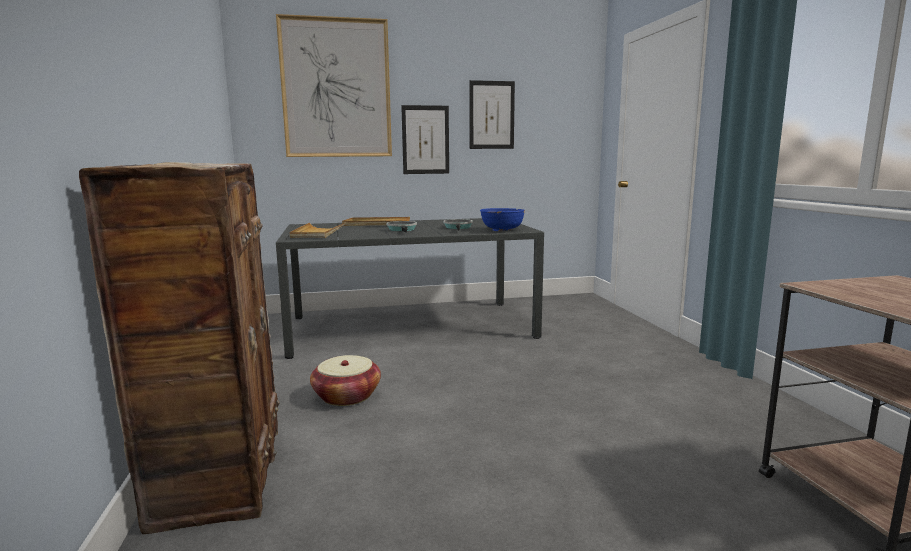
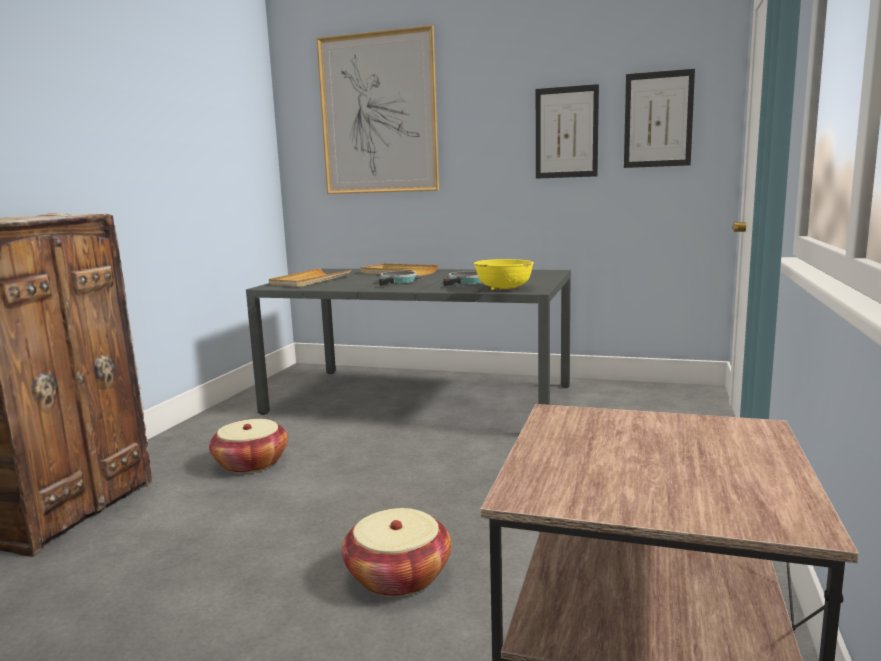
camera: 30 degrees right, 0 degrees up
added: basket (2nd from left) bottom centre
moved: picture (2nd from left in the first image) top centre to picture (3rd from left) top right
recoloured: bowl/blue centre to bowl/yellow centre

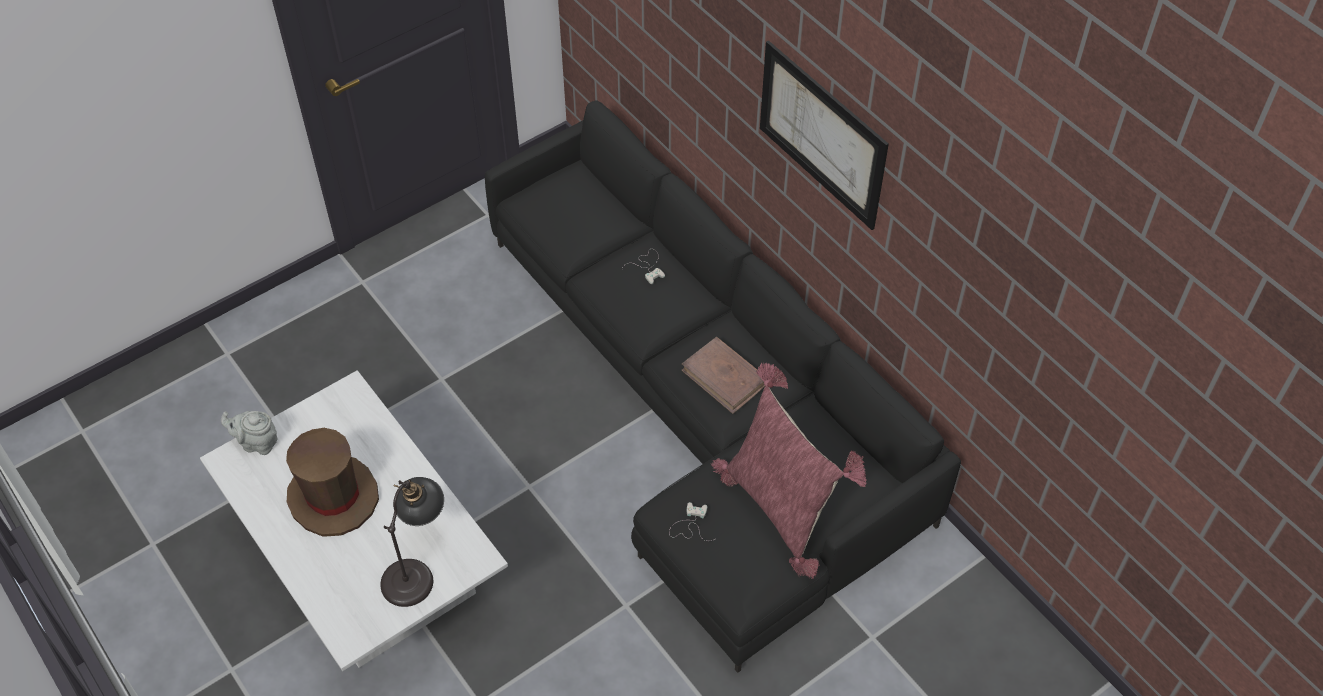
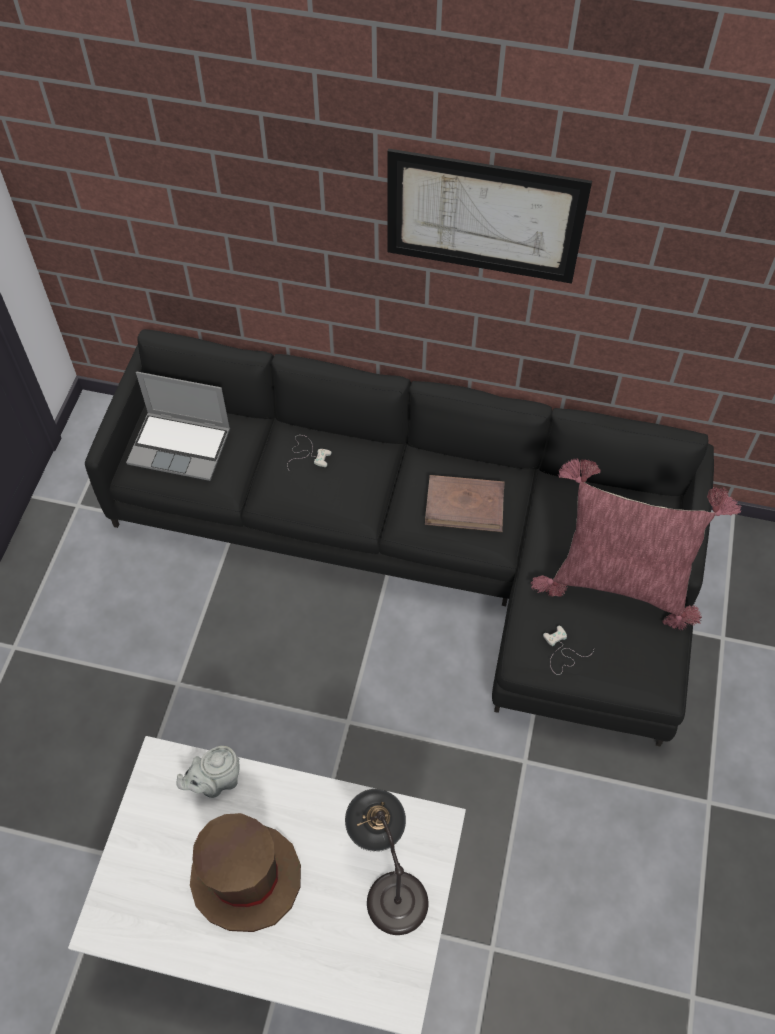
camera: 40 degrees left, 5 degrees up
added: laptop middle left
moved: teapot/grey middle left to bottom left

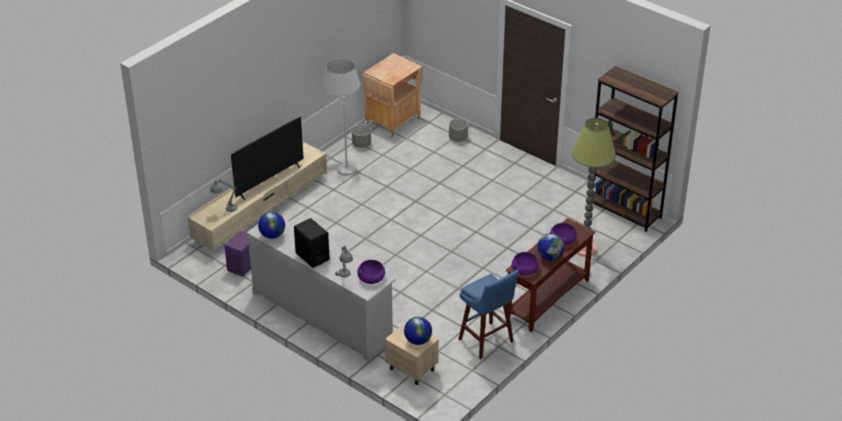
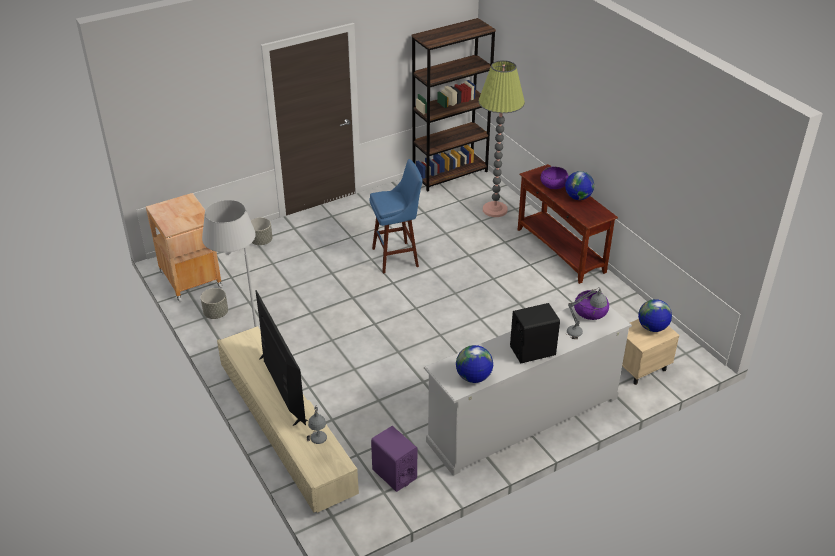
camera: 70 degrees left, 0 degrees up
removed: bowl/purple (2nd from left) centre
moved: stool/blue bottom centre to centre

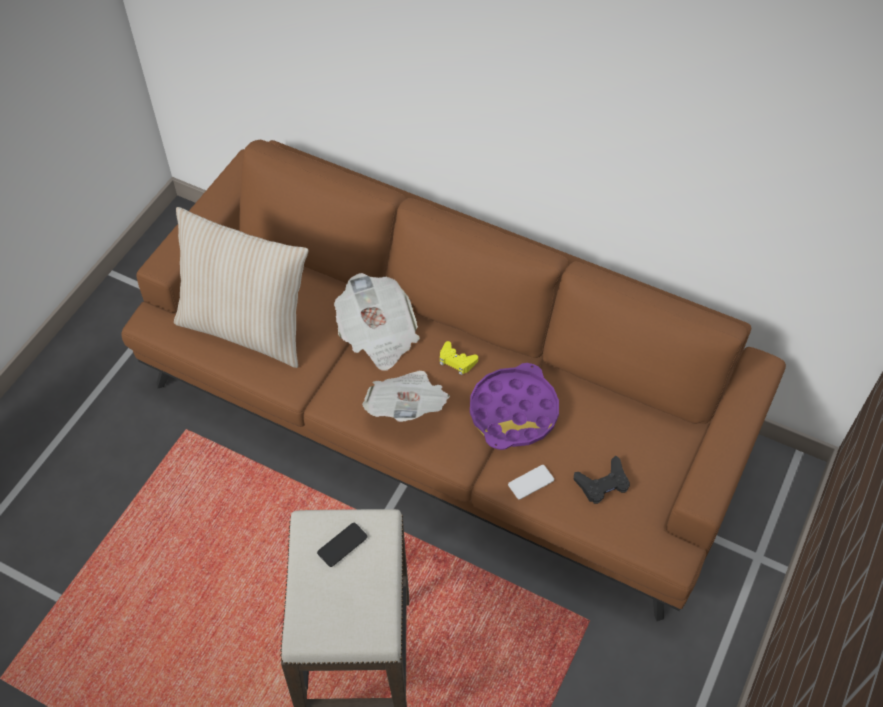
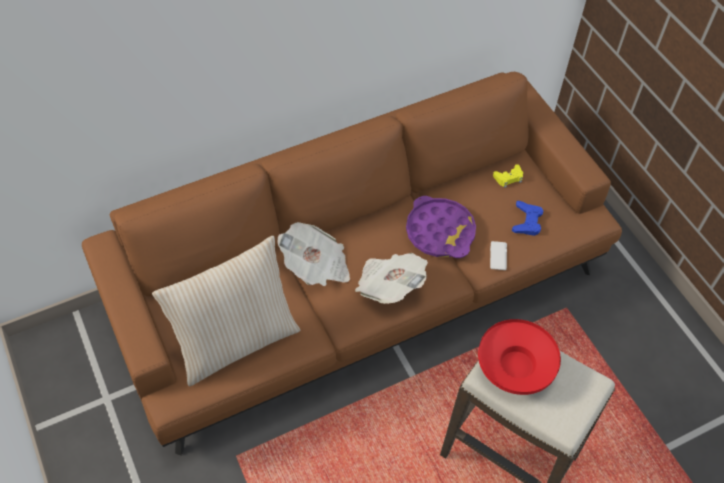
camera: 55 degrees left, 0 degrees up
moved: game controller/yellow centre to middle right
replaced: phone (1st from left) bottom centre to bowl/red bottom right
recoloured: game controller/black bottom right to game controller/blue middle right

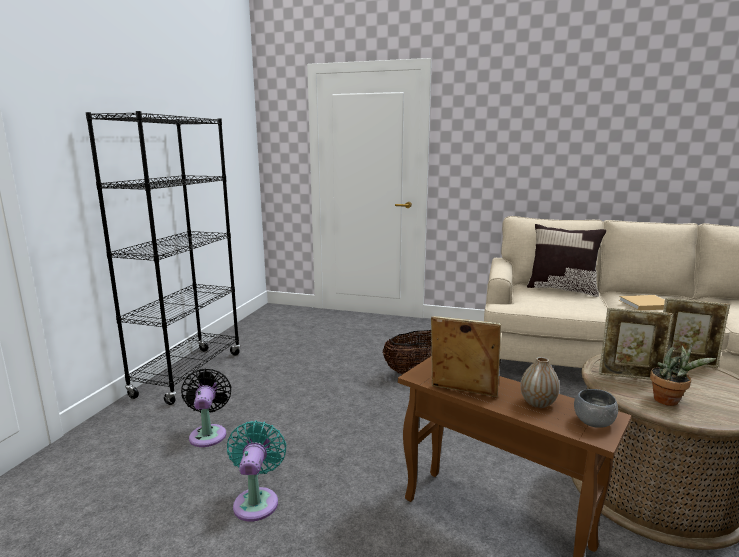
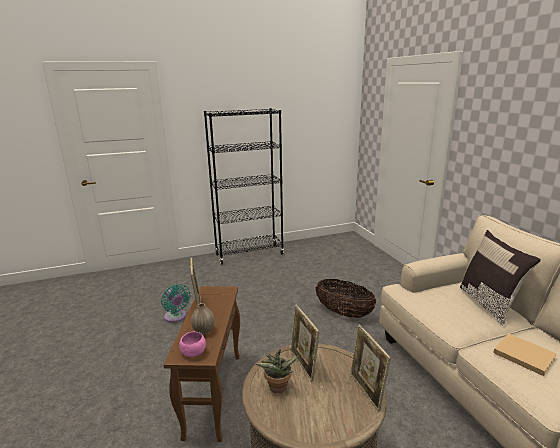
camera: 55 degrees right, 5 degrees up
removed: fan/black bottom left
recoloured: bowl/grey bottom right to bowl/pink bottom centre
turned: fan/turquoise bottom centre = bottom left 90 degrees clockwise

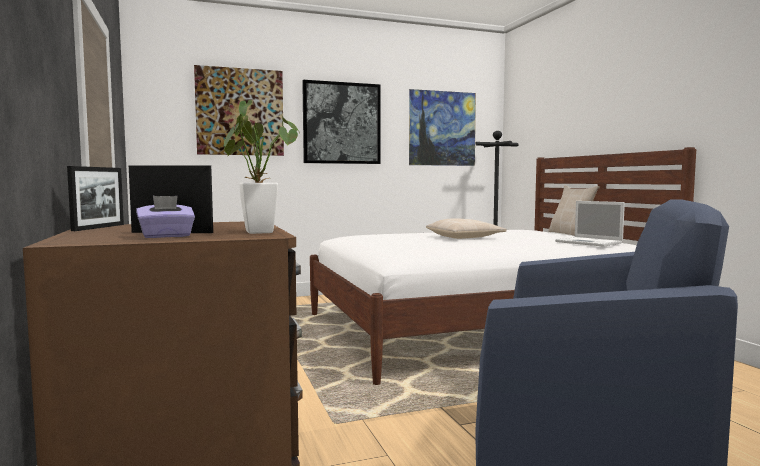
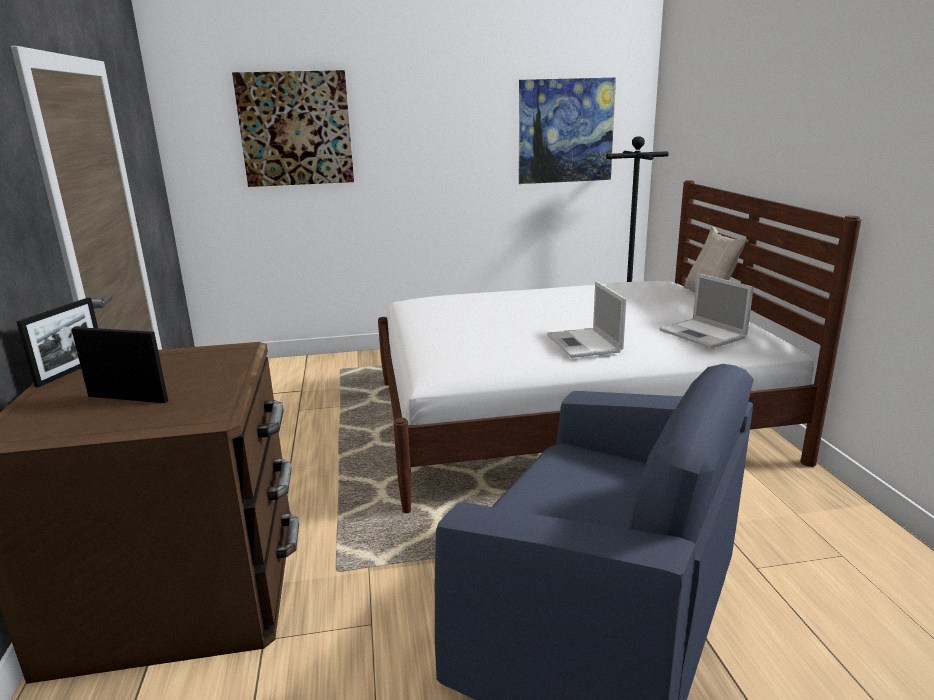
camera: 10 degrees right, 15 degrees up
removed: tissue box/purple middle left; potted plant centre; picture (2nd from left) top centre; pillow/beige (1st from left) centre
added: laptop (1st from left) centre

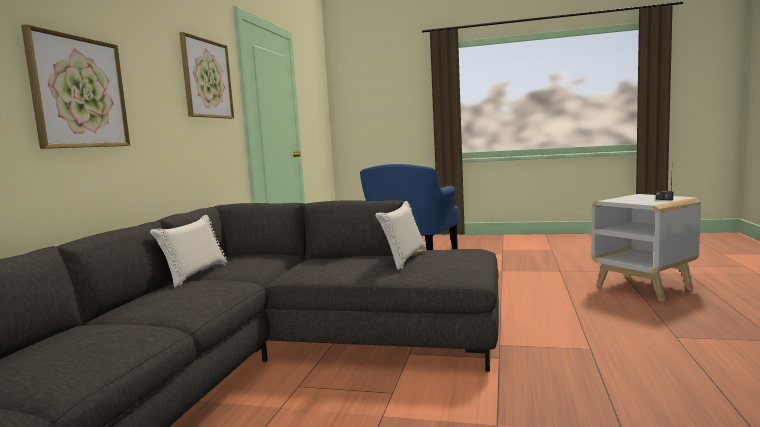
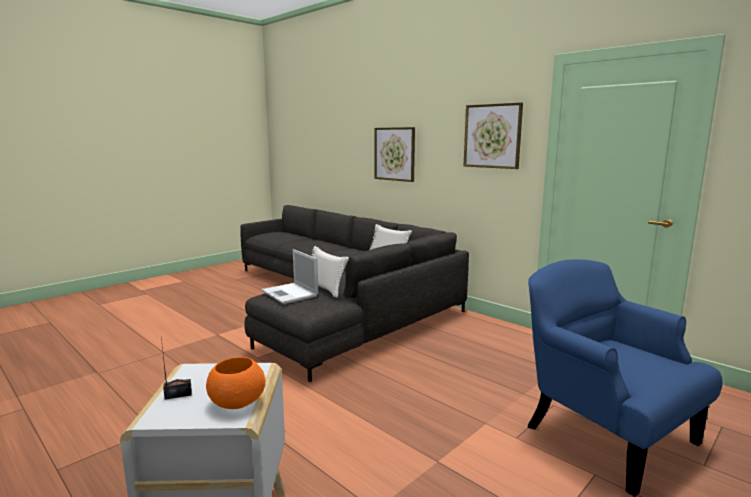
camera: 120 degrees right, 5 degrees up
added: bowl/orange bottom left; laptop centre

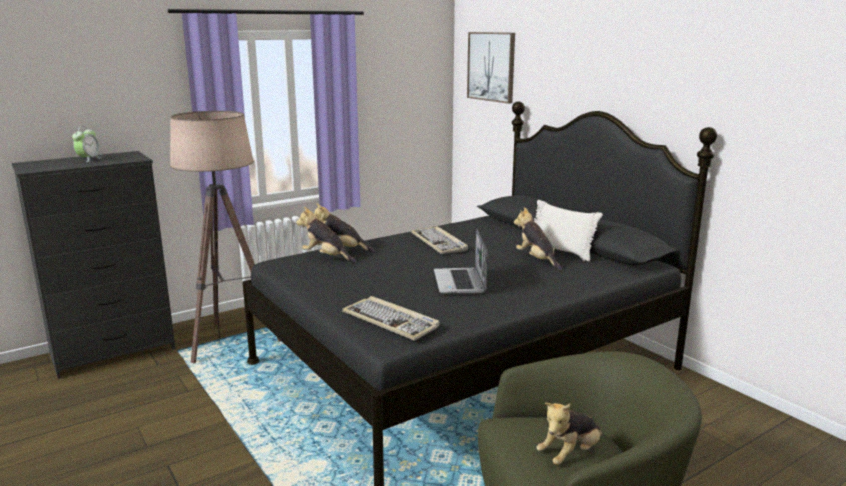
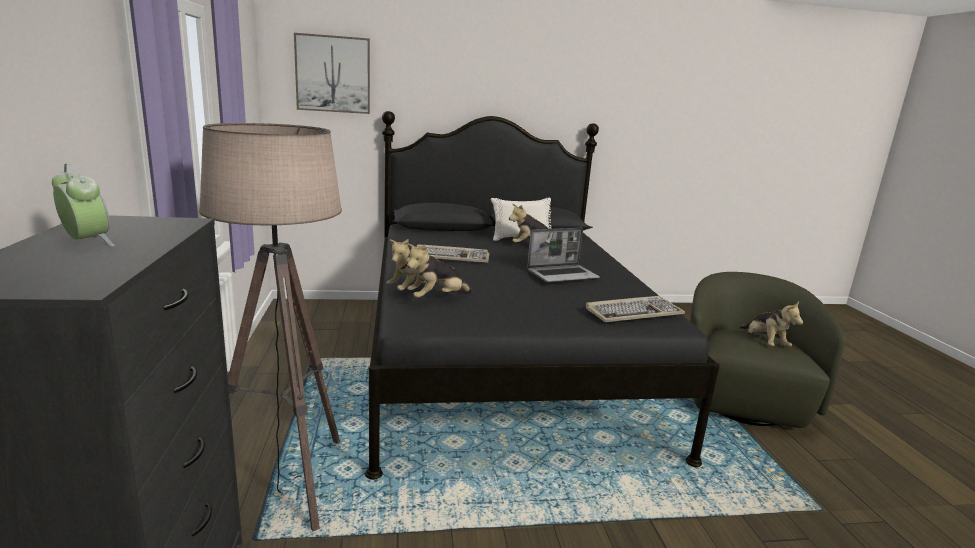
camera: 65 degrees left, 0 degrees up
turned: laptop centre = centre 45 degrees counterclockwise

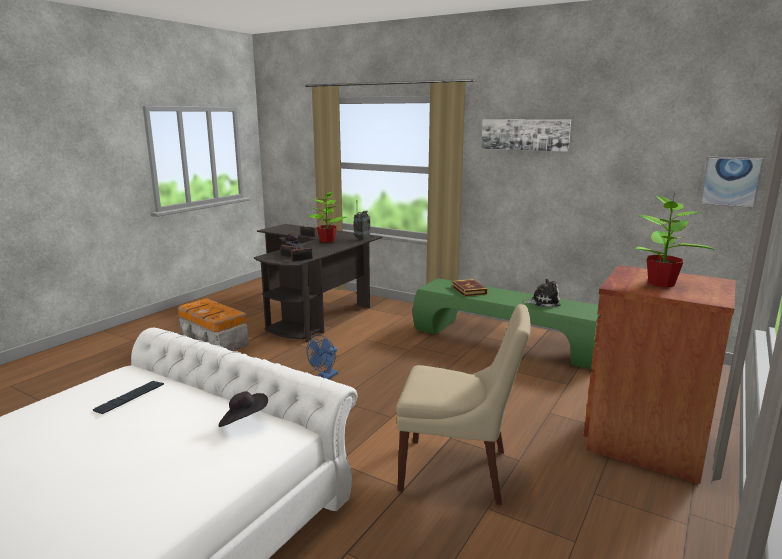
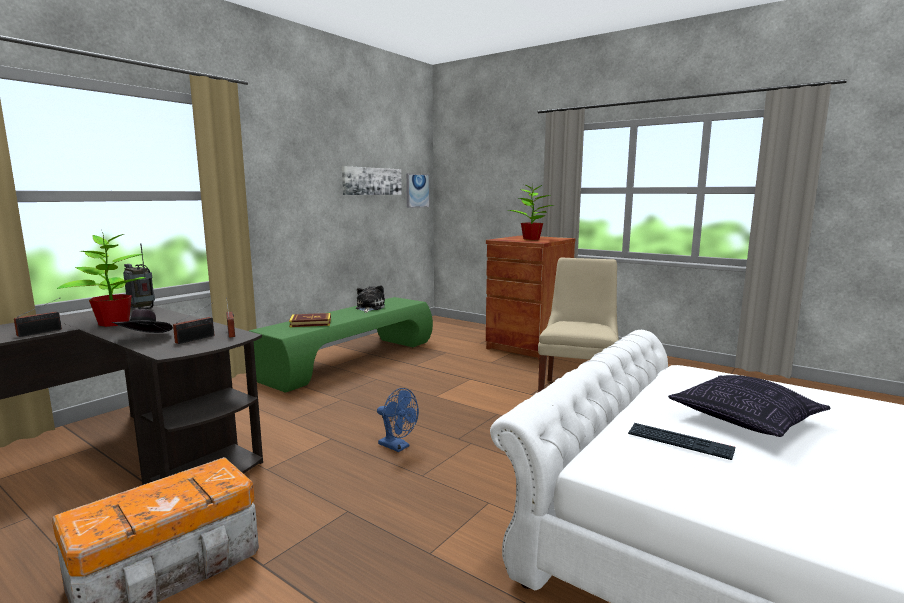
camera: 85 degrees left, 5 degrees down
removed: hat/black (1st from left) bottom left
added: pillow bottom right
moved: picture (1st from left) top right to top centre

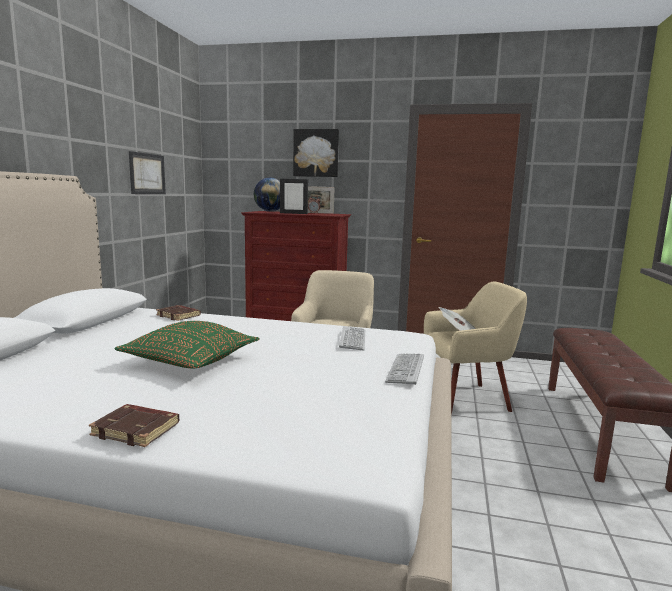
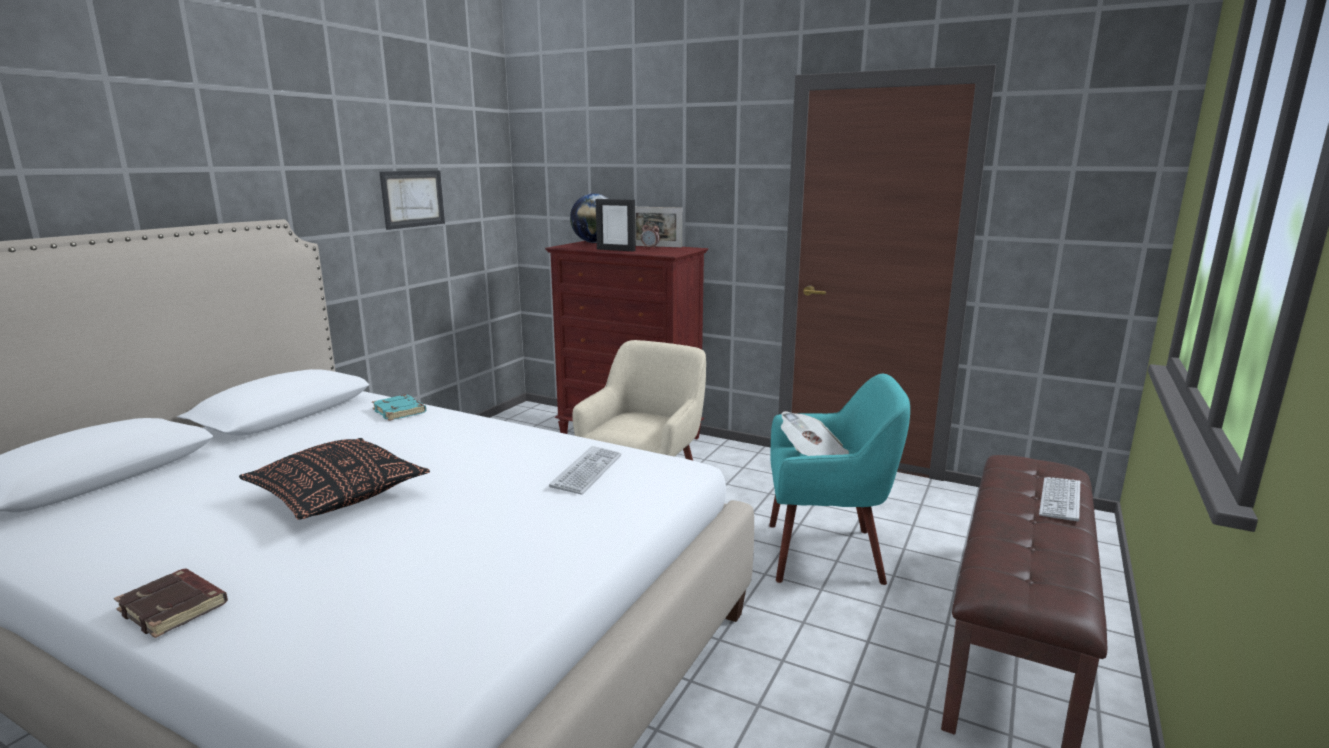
camera: 15 degrees right, 5 degrees up
removed: picture (2nd from left) top centre
moved: keyboard (2nd from left) centre to bottom right
recoloured: pillow/green middle left to pillow/black middle left; book/brown (2nd from left) middle left to book/turquoise middle left; armchair/beige (2nd from left) middle right to armchair/turquoise centre

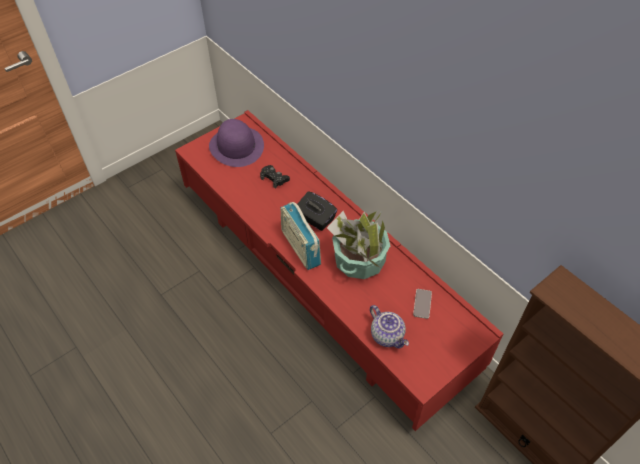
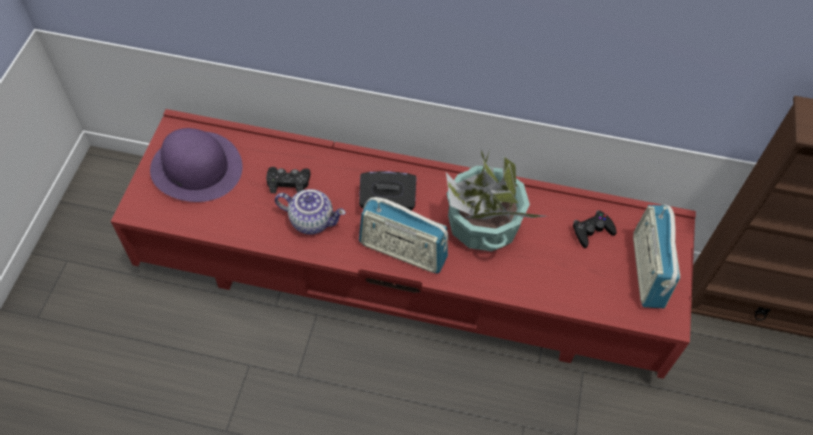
camera: 40 degrees left, 5 degrees up
added: radio (2nd from left) middle right
moved: teapot bottom centre to centre
replaced: phone centre to game controller/black (2nd from left) middle right

